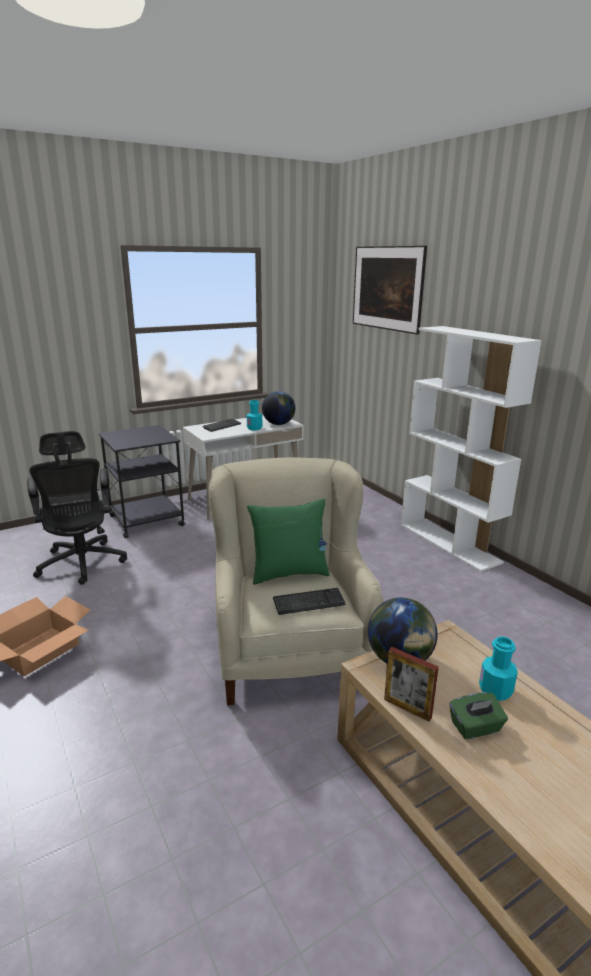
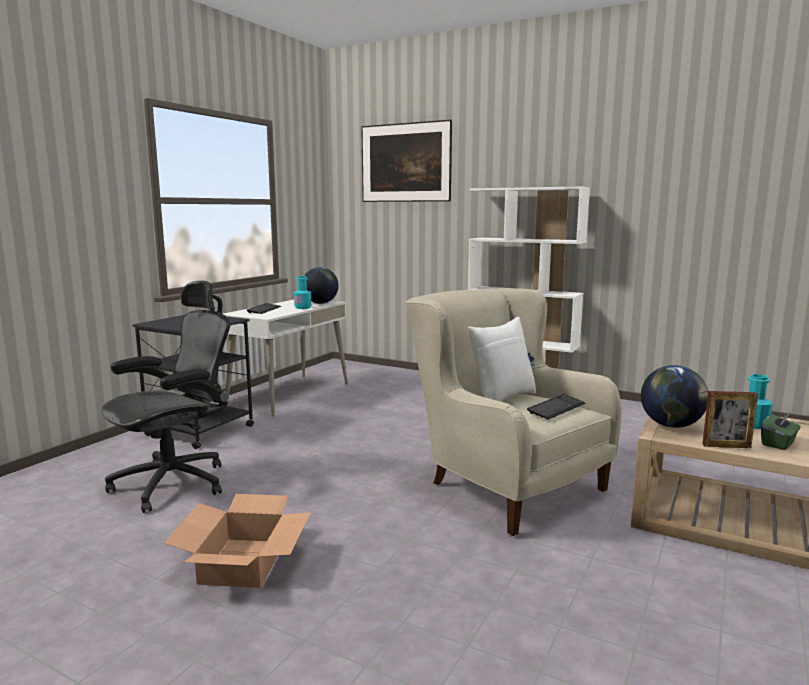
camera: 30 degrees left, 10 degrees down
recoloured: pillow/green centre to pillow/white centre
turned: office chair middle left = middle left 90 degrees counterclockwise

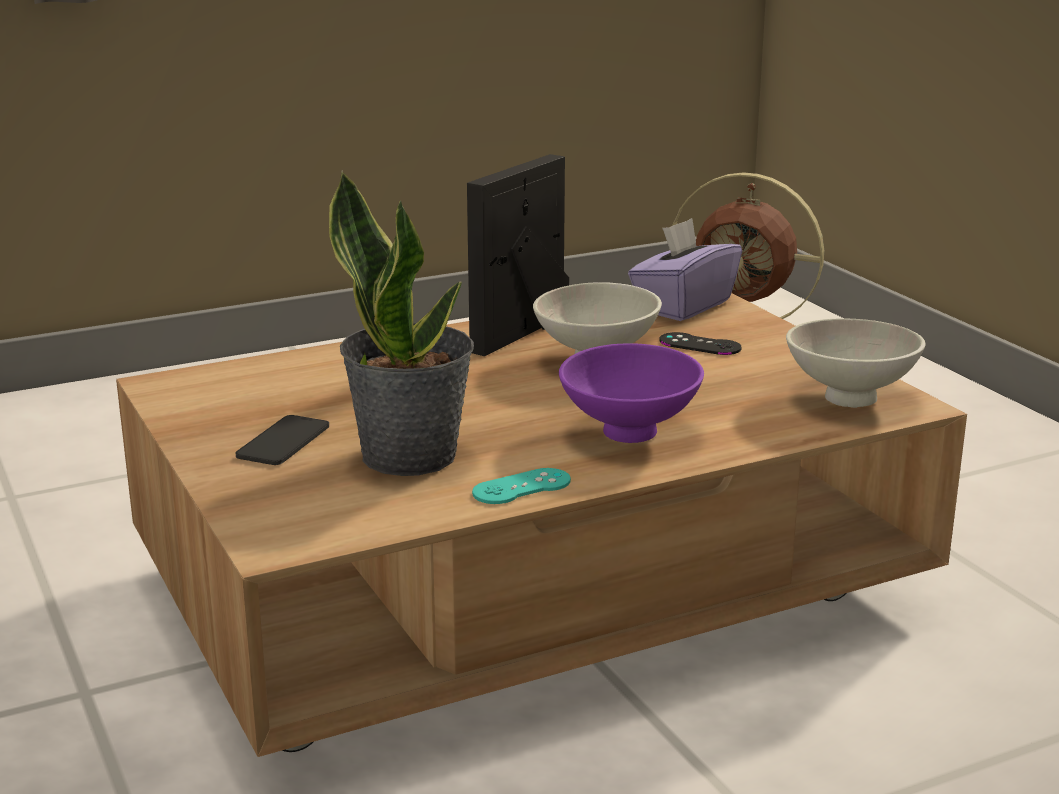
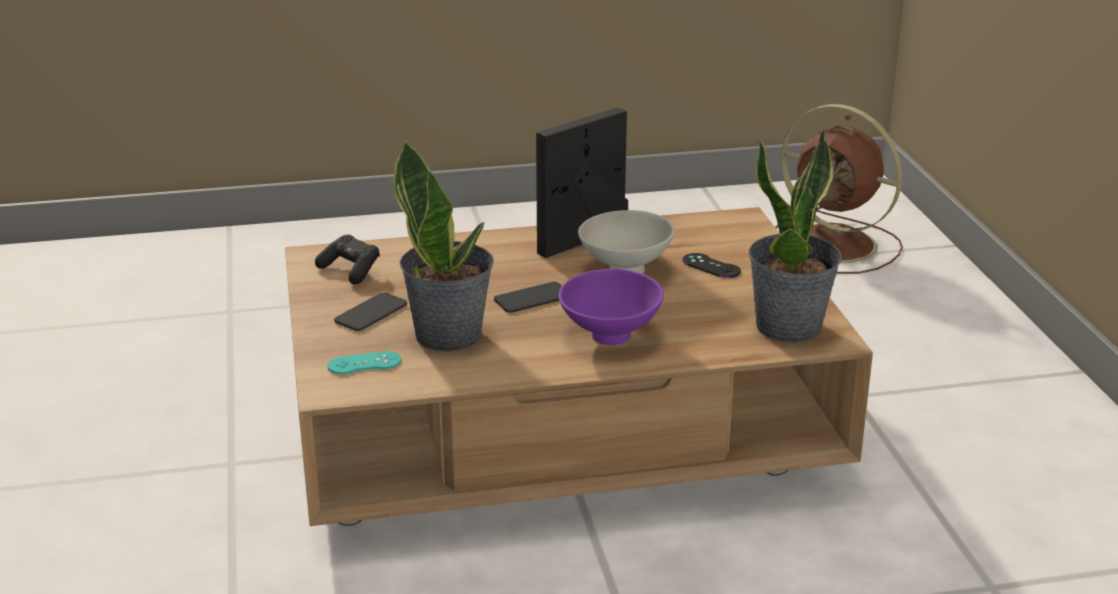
camera: 15 degrees right, 5 degrees up
removed: tissue box/purple centre
added: game controller/black (1st from left) middle left; phone (2nd from left) centre
moved: game controller/turquoise centre to middle left
replaced: bowl/white (2nd from left) middle right to potted plant (2nd from left) middle right

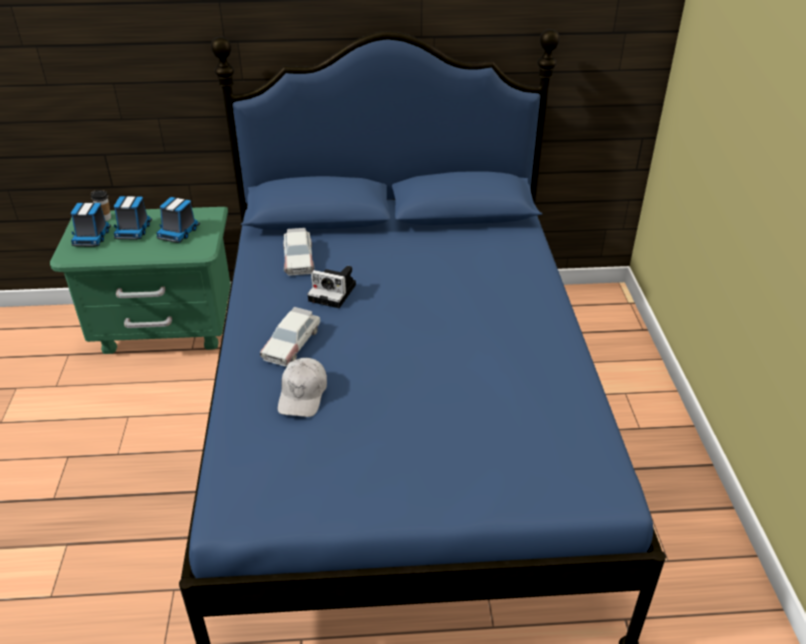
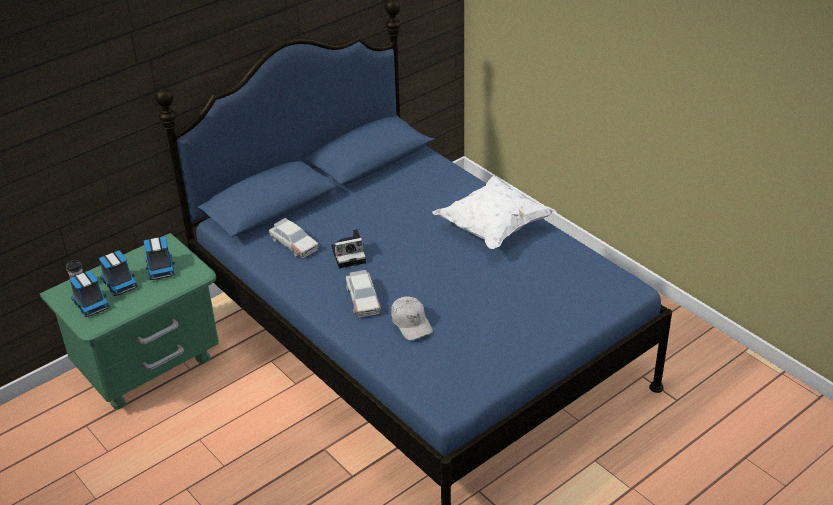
camera: 35 degrees left, 0 degrees up
added: pillow/white centre

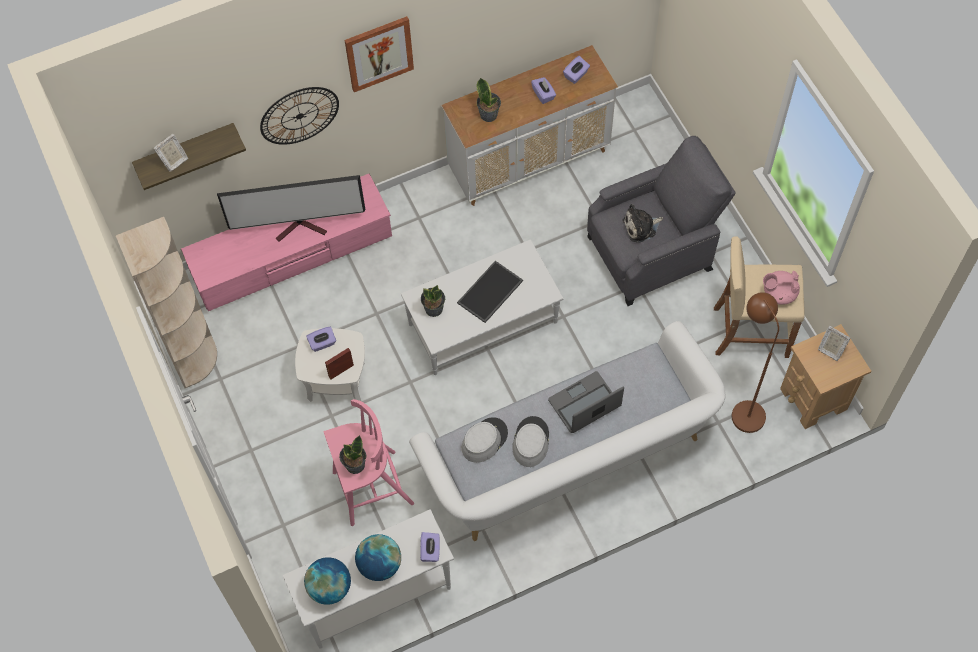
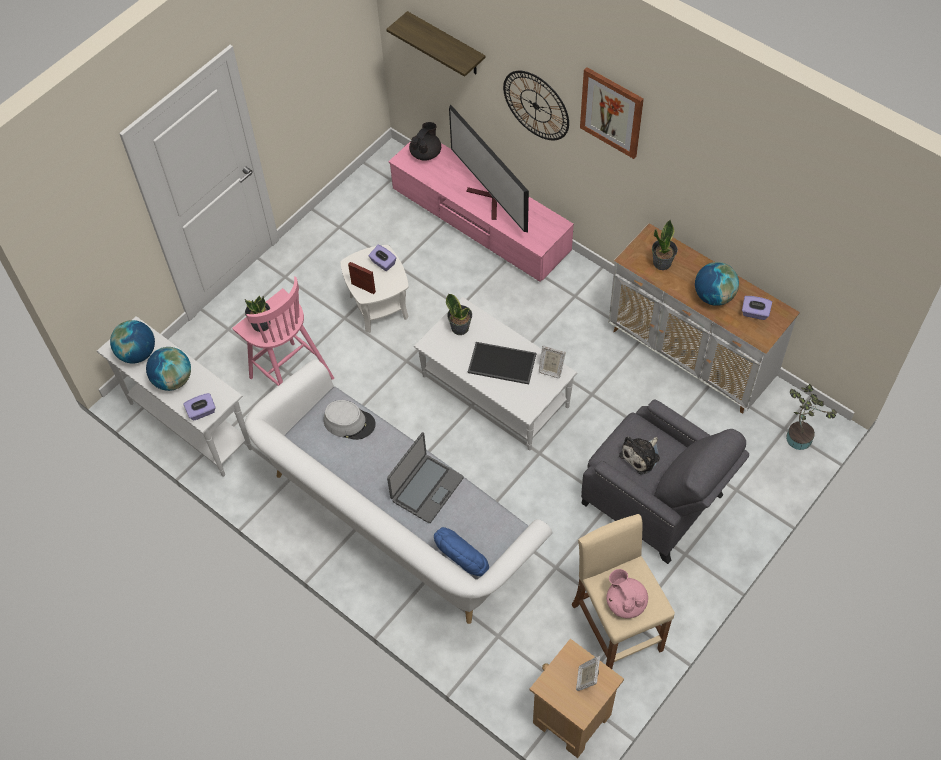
camera: 65 degrees right, 5 degrees down
removed: bookcase/beige middle left; hat/grey (2nd from left) bottom centre; floor lamp/brown middle right
added: teapot/black top centre; pillow/blue bottom centre; potted plant (4th from left) middle right
moved: picture frame (1st from left in the first image) top left to picture frame (2nd from left) centre
replaced: tissue box/purple (3rd from left) top centre to globe (3rd from left) middle right
turned: laptop centre = centre 90 degrees clockwise; plush toy centre = middle right 90 degrees counterclockwise

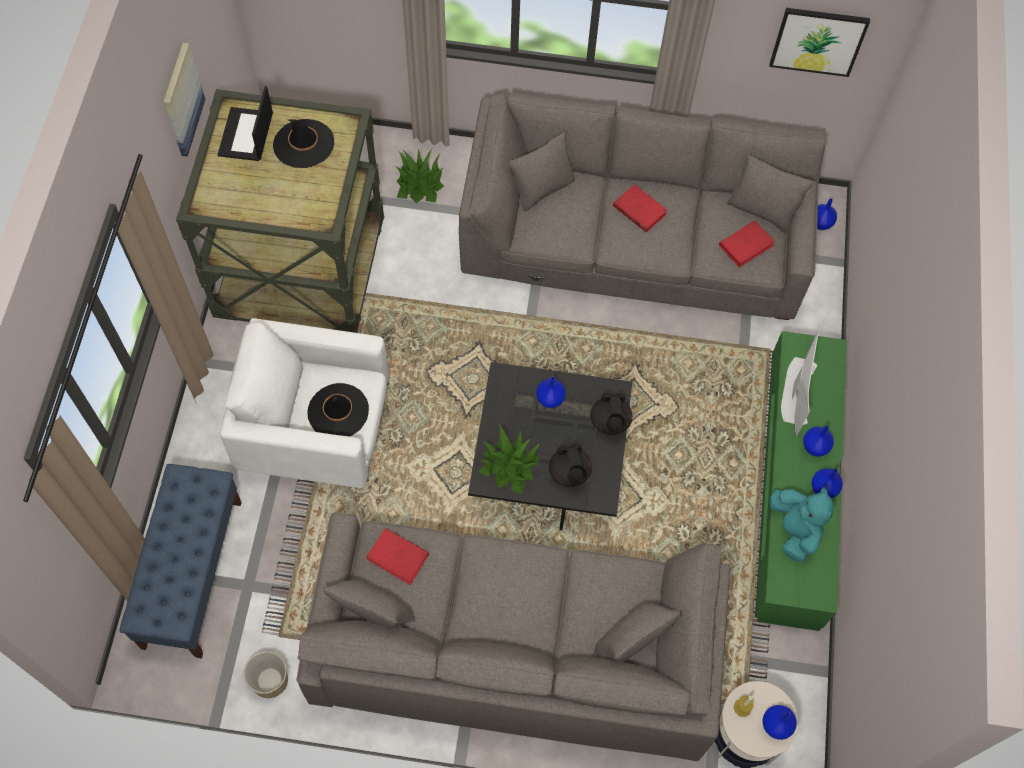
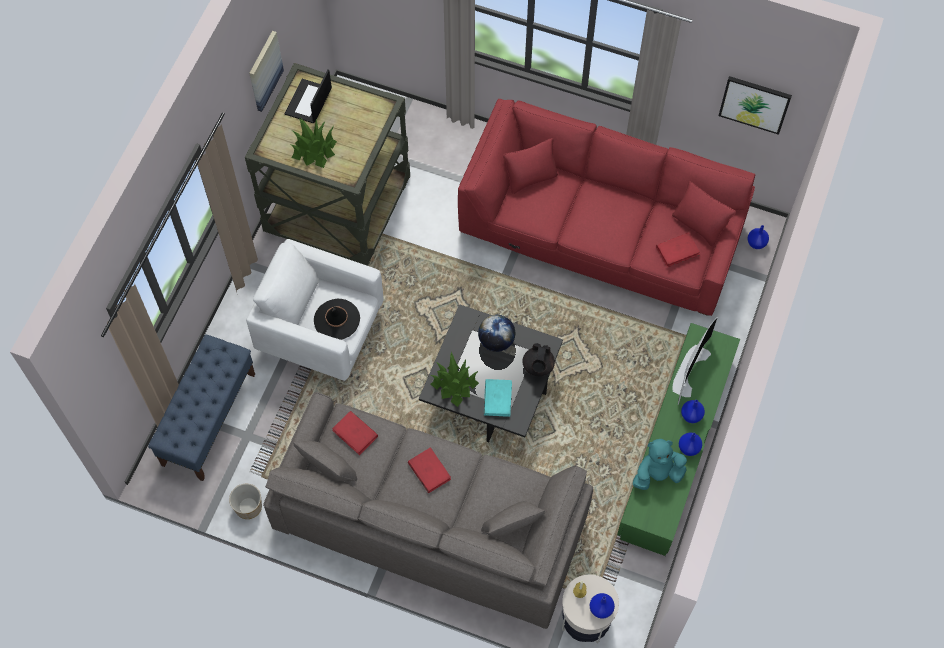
camera: 15 degrees right, 0 degrees up
removed: hat/black (1st from left) top left
moved: potted plant (1st from left) top centre to top left; book/red (2nd from left) top centre to bottom centre
replaced: vase/blue (1st from left) centre to globe centre; teapot/black (1st from left) centre to book/turquoise centre
recoloured: sofa/grey (2nd from left) top centre to sofa/red top centre
turned: plush toy/turquoise bottom right = bottom right 105 degrees counterclockwise

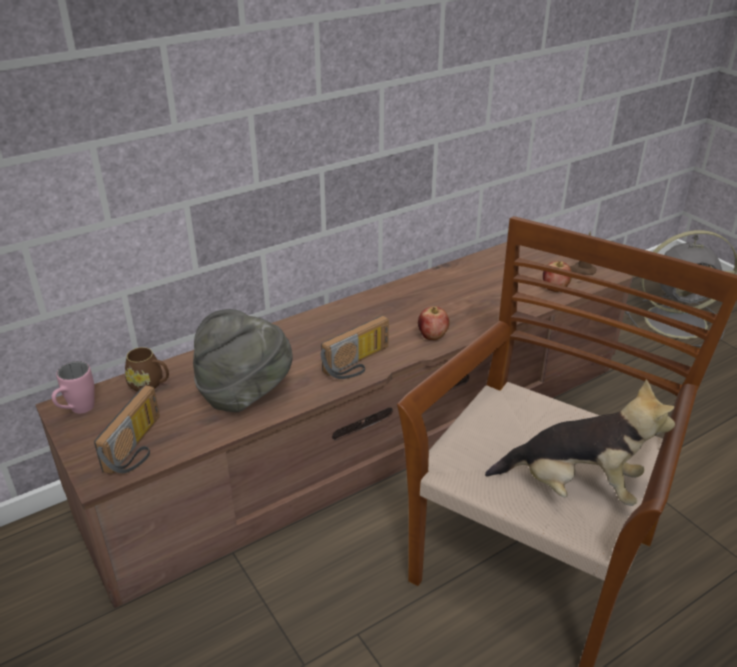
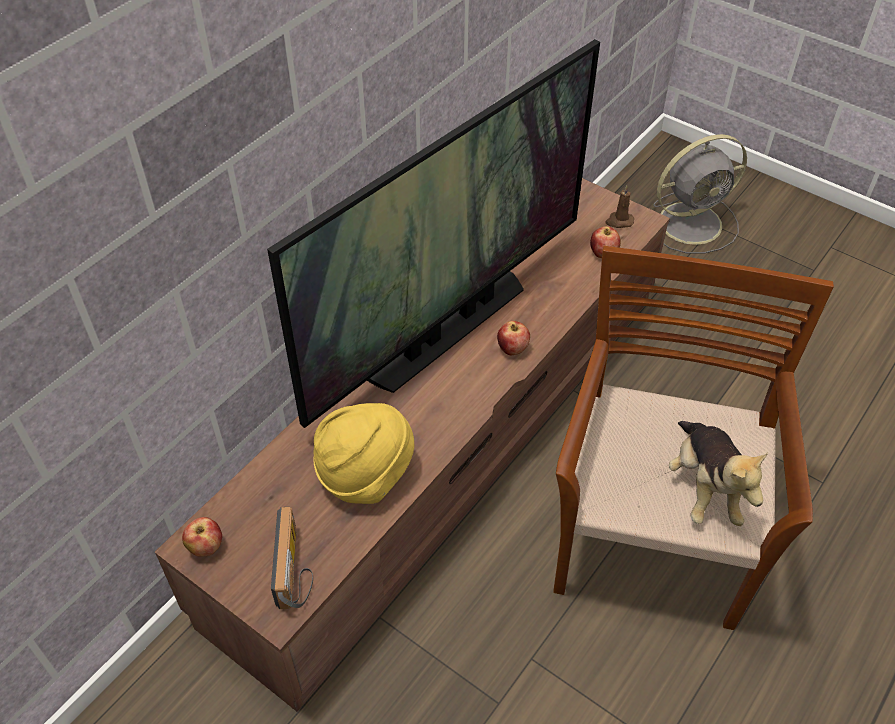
camera: 20 degrees left, 15 degrees up
removed: mug/brown middle left; radio (2nd from left) centre
added: television top centre
replaced: mug/pink middle left to apple (1st from left) bottom left
recoloured: hat/grey middle left to hat/yellow centre
turned: plush toy middle right = middle right 90 degrees clockwise

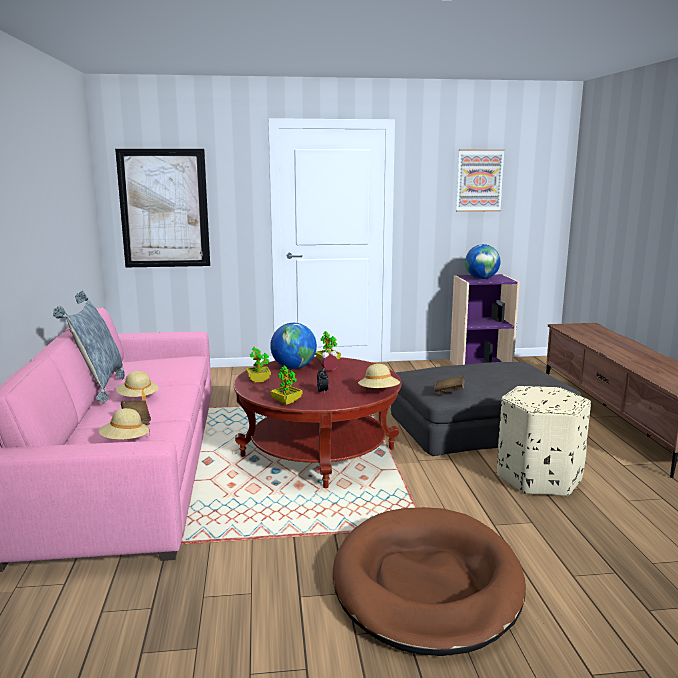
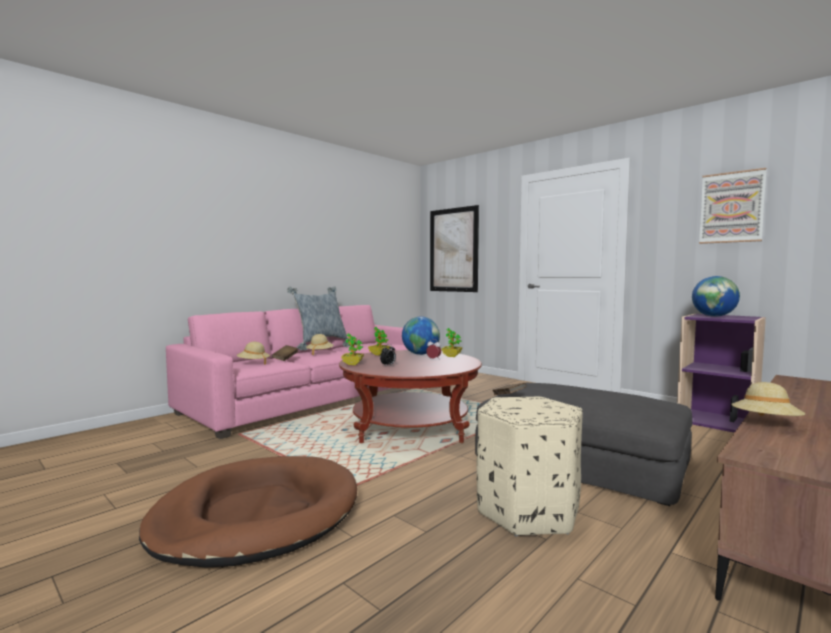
camera: 50 degrees right, 10 degrees down
moved: hat/beige (3rd from left) centre to middle right

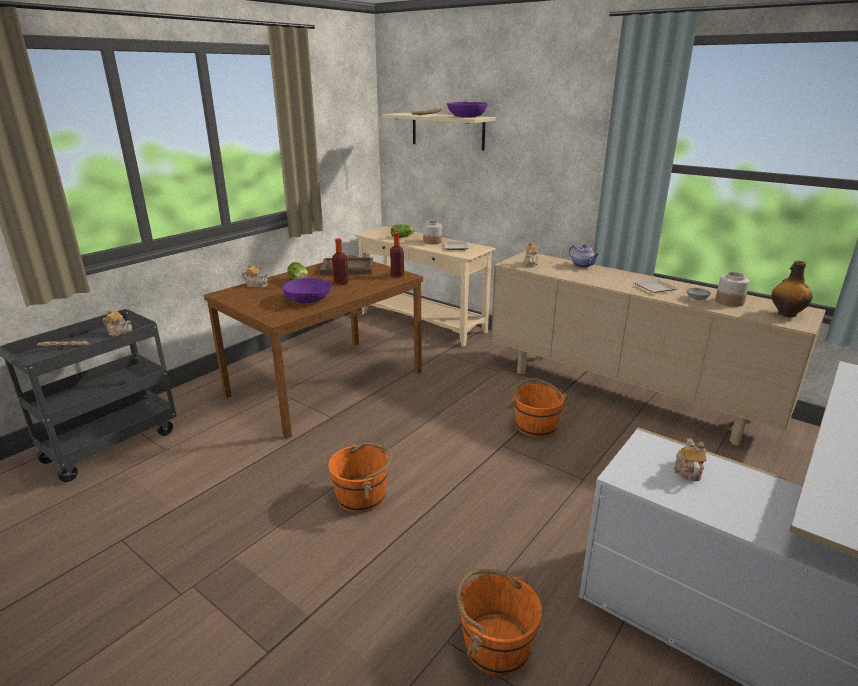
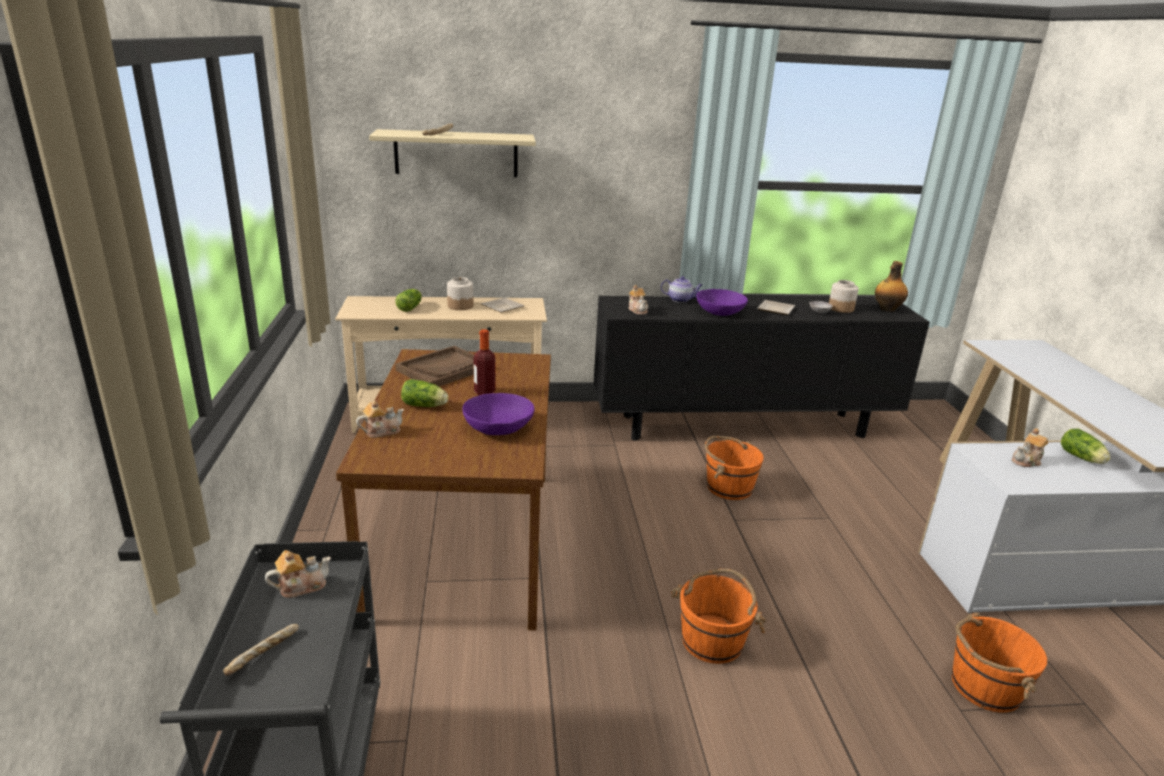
camera: 45 degrees left, 0 degrees up
removed: bottle (2nd from left) centre
added: lettuce (3rd from left) middle right
moved: bowl/purple (2nd from left) top centre to centre
recoloured: cabinet/beige middle right to cabinet/black centre
turned: teapot (5th from left) bottom right = middle right 90 degrees counterclockwise

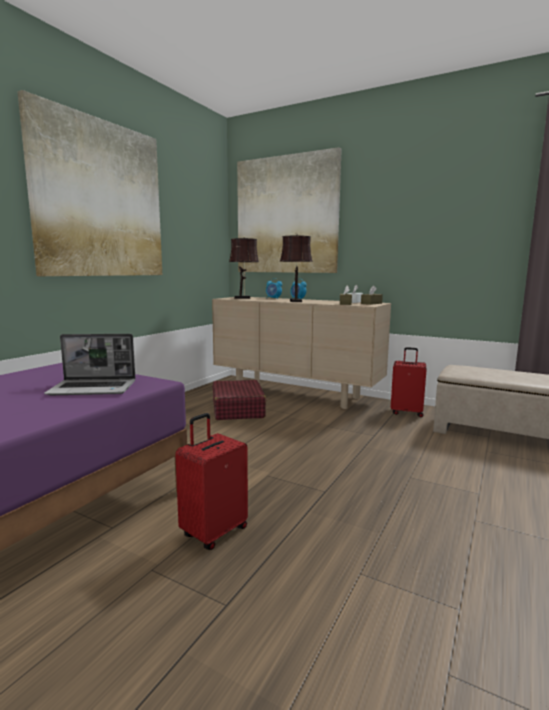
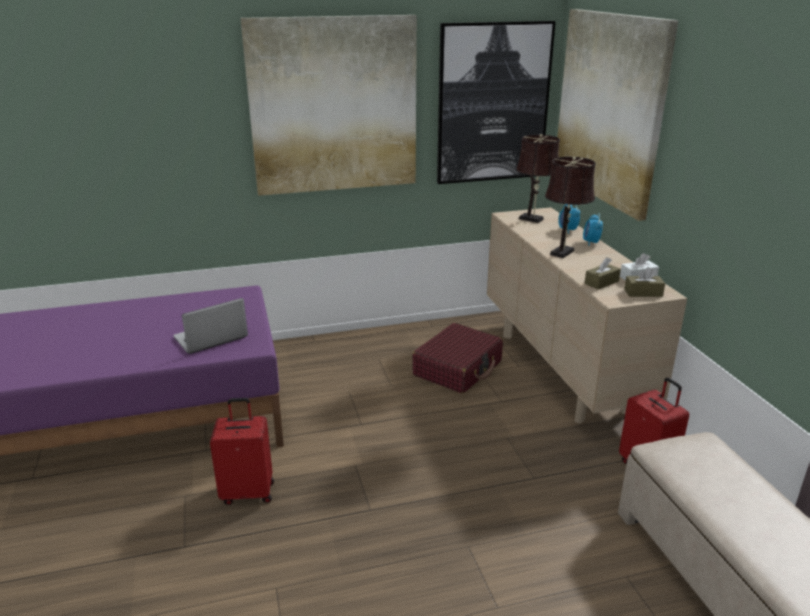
camera: 45 degrees right, 15 degrees up
added: picture (2nd from left) top centre
turned: laptop middle left = middle left 105 degrees clockwise

